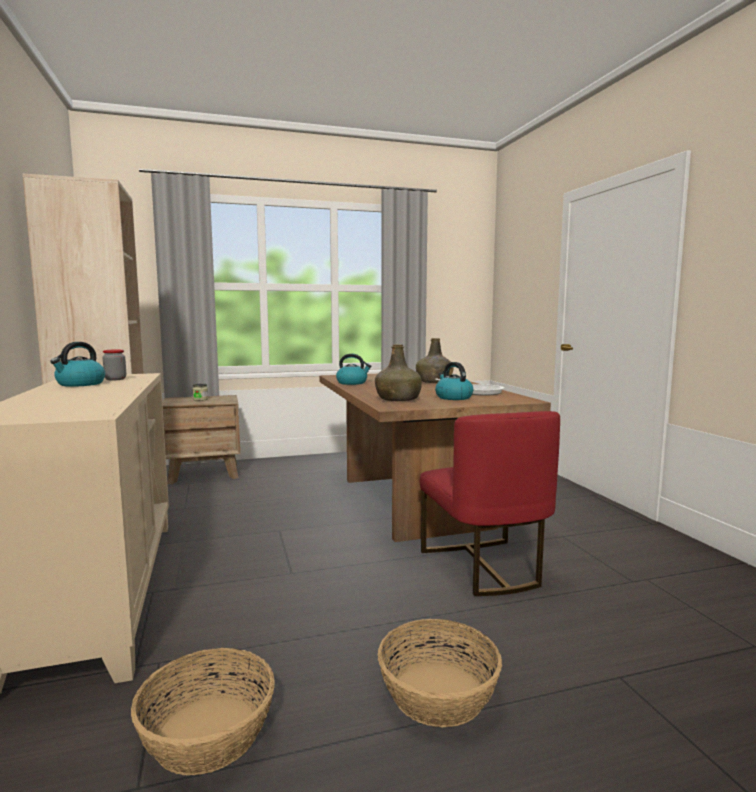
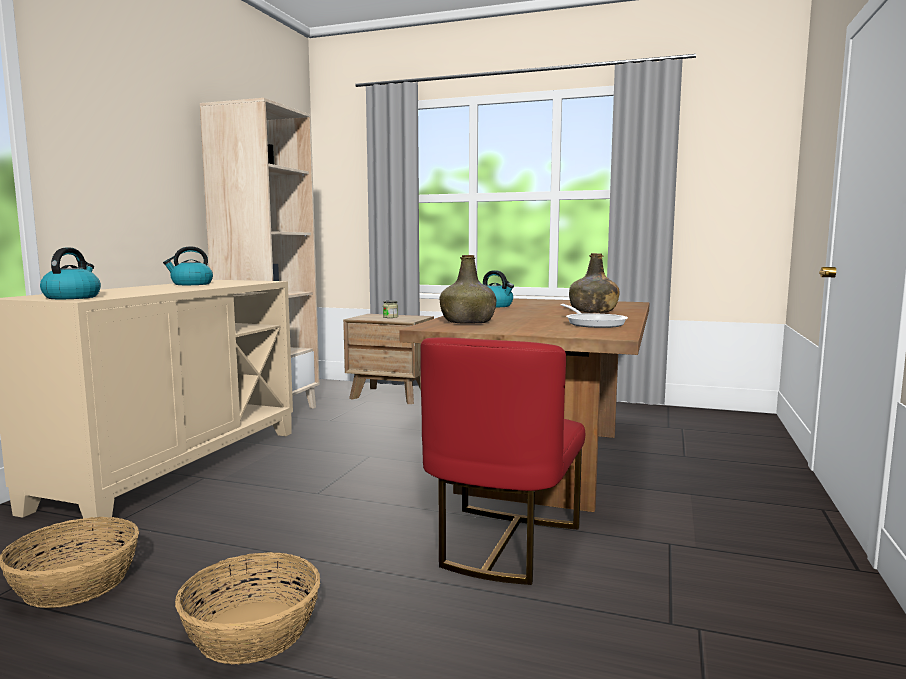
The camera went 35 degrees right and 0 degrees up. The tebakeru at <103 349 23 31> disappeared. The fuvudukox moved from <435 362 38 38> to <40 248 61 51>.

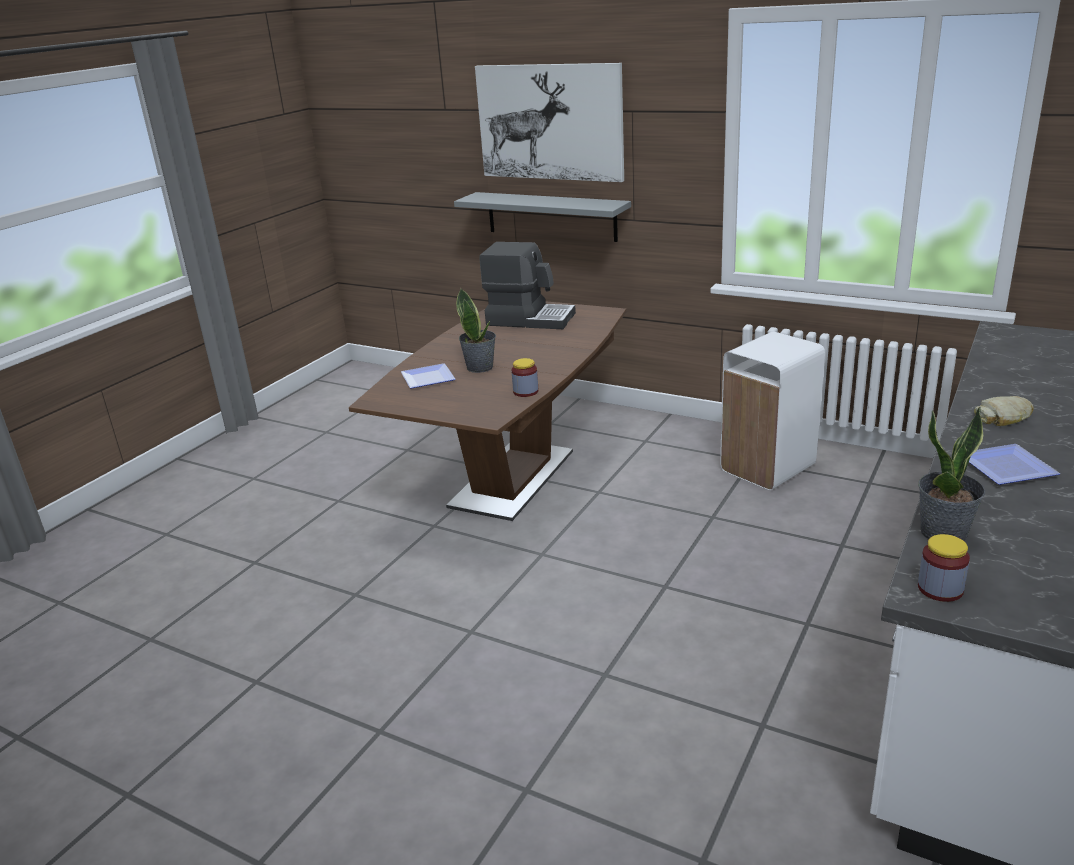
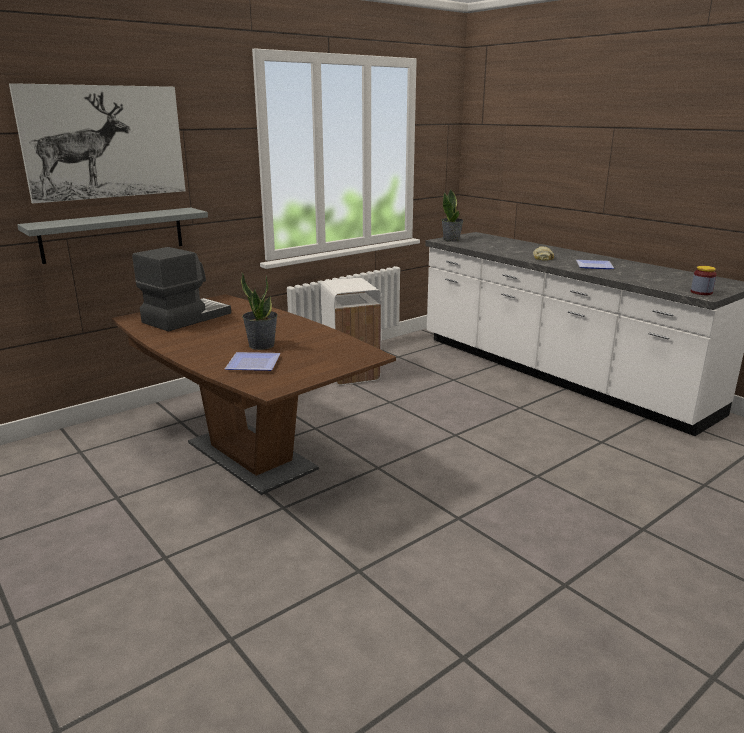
The camera went 70 degrees left and 5 degrees down. The tebakeru at <511 358 27 39> disappeared. The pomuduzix moved from <918 407 67 134> to <441 189 23 53>.

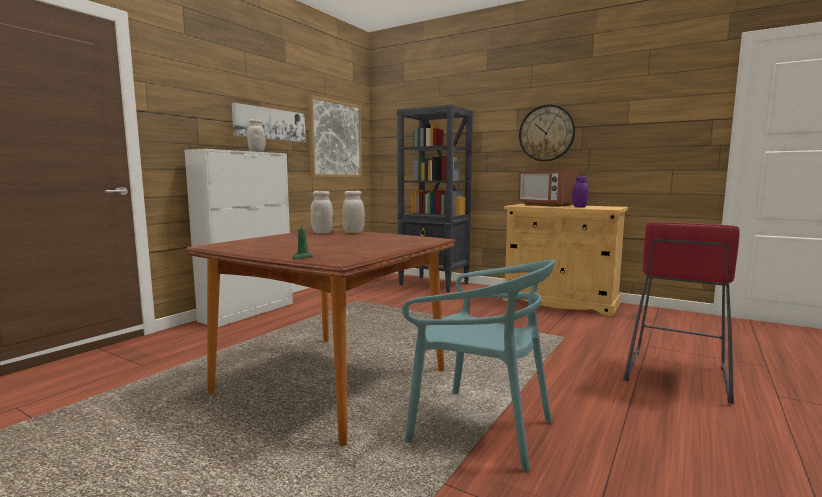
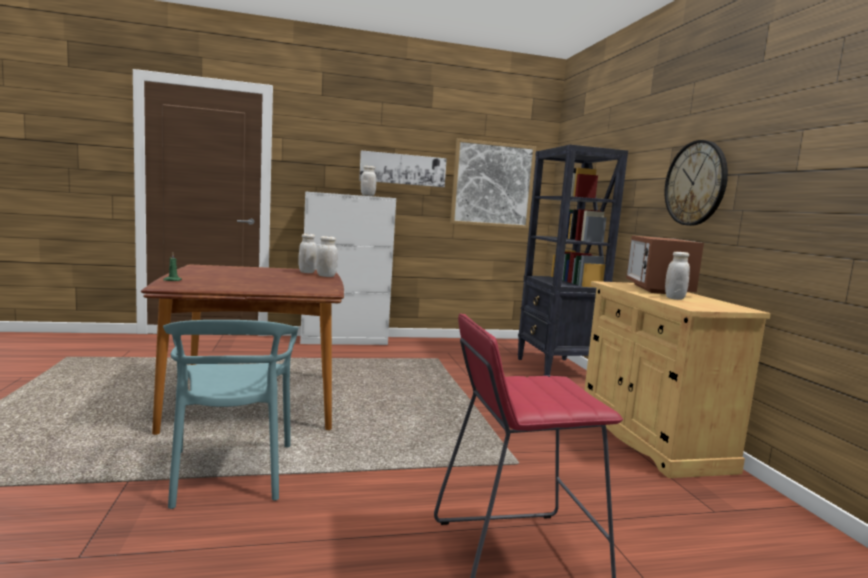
The camera went 45 degrees right and 0 degrees up. The purple_tebakeru at <572 177 17 30> became the white_tebakeru at <665 252 25 48>.

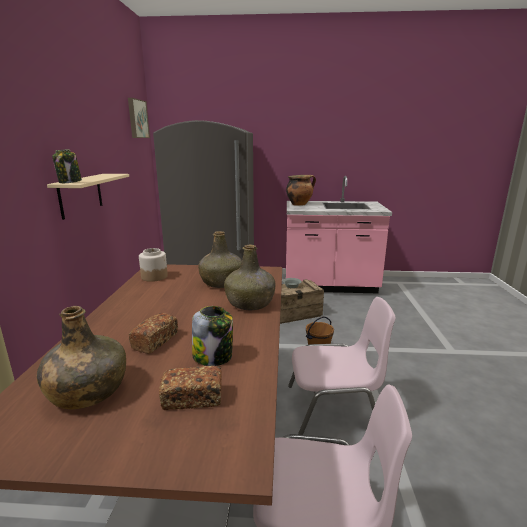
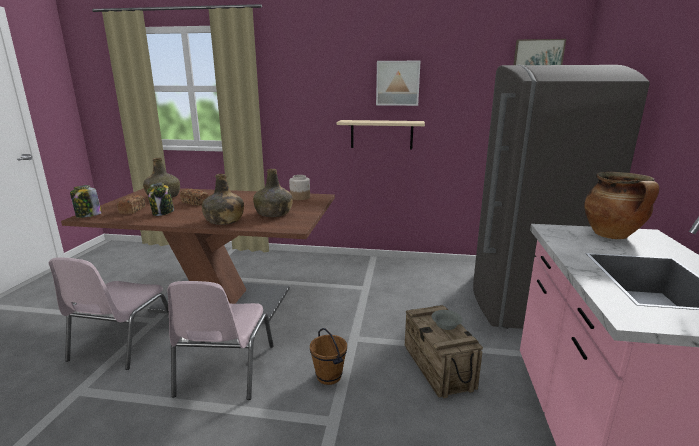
The camera went 95 degrees right and 0 degrees up. The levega at <376 61 45 45> appeared. The tebakeru moved from <52 149 30 34> to <70 185 32 33>.

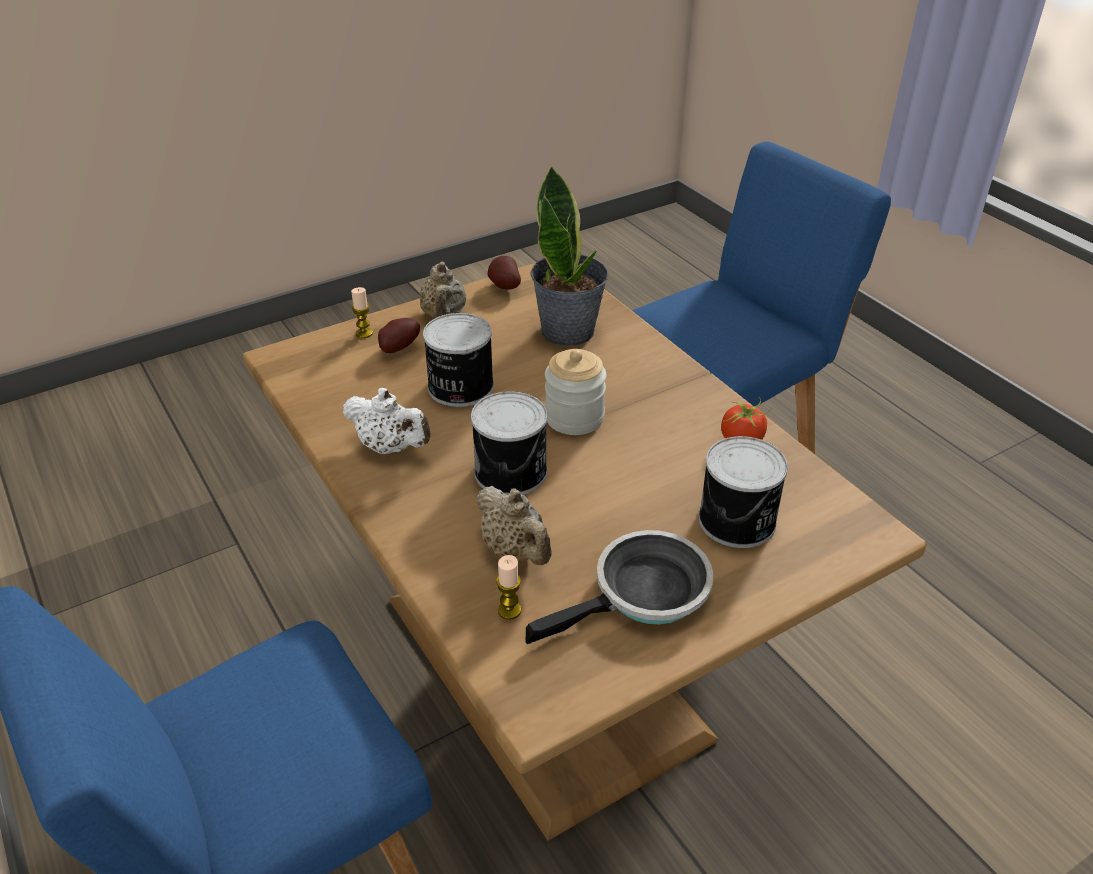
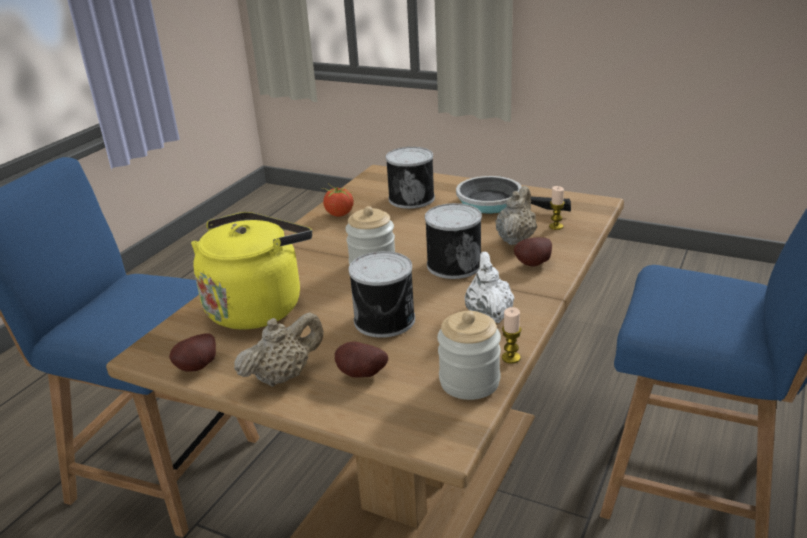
The camera went 120 degrees left and 10 degrees down. The tebakeru at <437 311 64 89> appeared. The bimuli at <514 237 38 30> appeared. The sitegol moved from <351 287 22 51> to <502 307 20 57>. The pomuduzix at <531 165 77 181> was replaced by the yellow_fuvudukox at <191 212 121 118>.

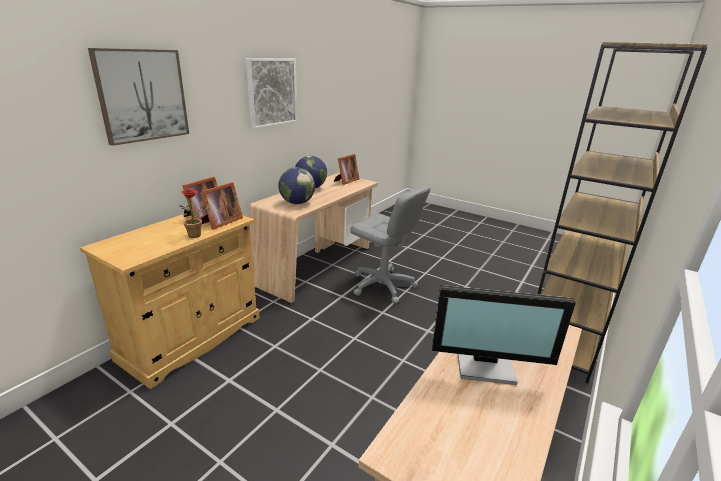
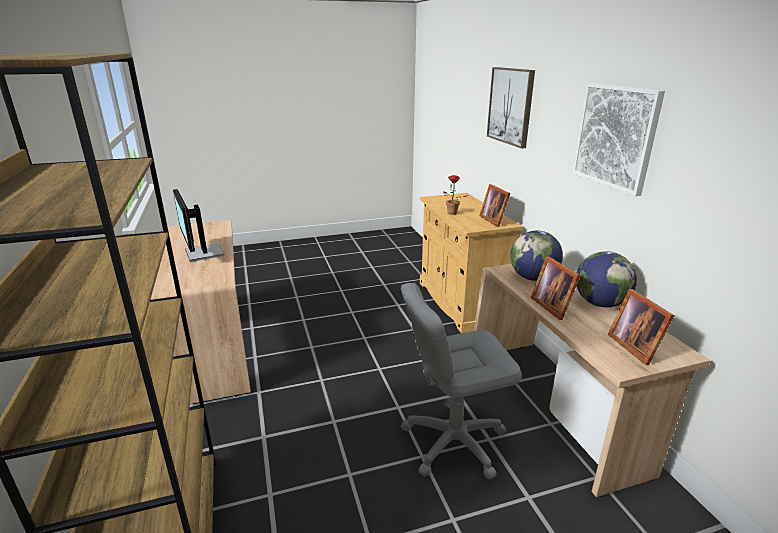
The camera went 130 degrees right and 0 degrees up. The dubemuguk moved from <201 182 42 48> to <531 256 49 64>. The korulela at <432 285 144 100> turned 75 degrees counterclockwise.

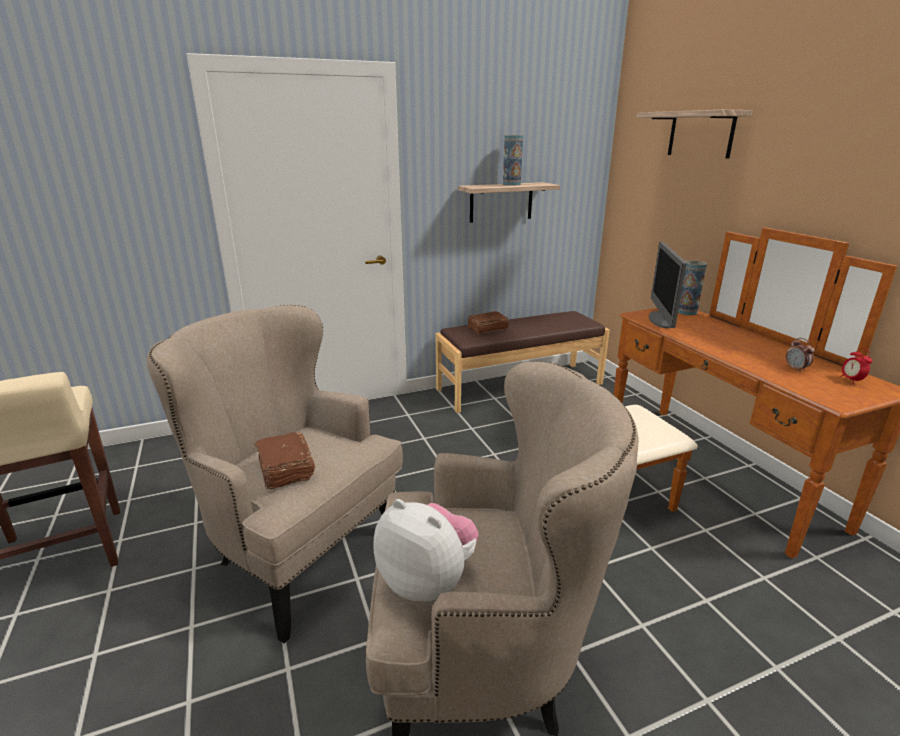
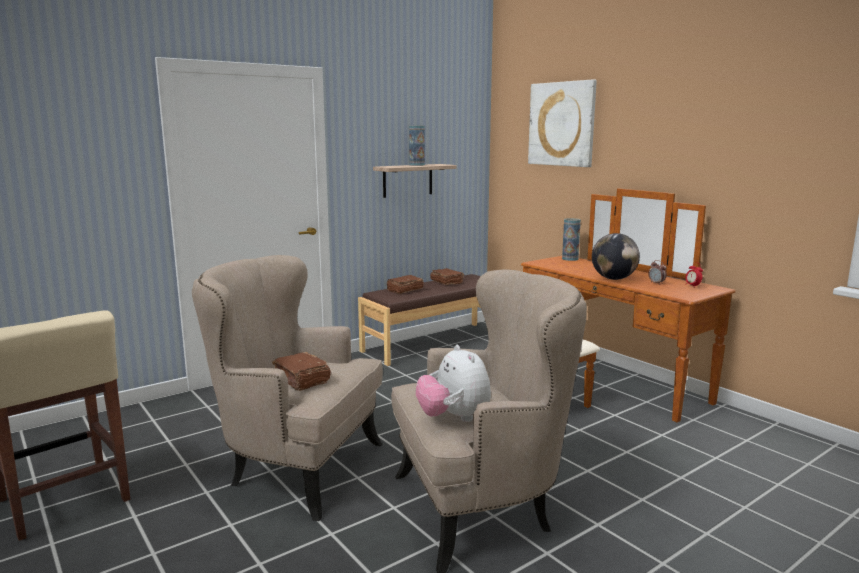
The camera went 15 degrees left and 10 degrees down. The korulela at <649 242 38 86> disappeared. The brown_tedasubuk at <430 268 34 17> appeared. The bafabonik at <592 233 48 47> appeared. The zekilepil at <636 110 117 49> was replaced by the levega at <528 79 69 88>. The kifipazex at <374 499 105 103> turned 135 degrees counterclockwise.

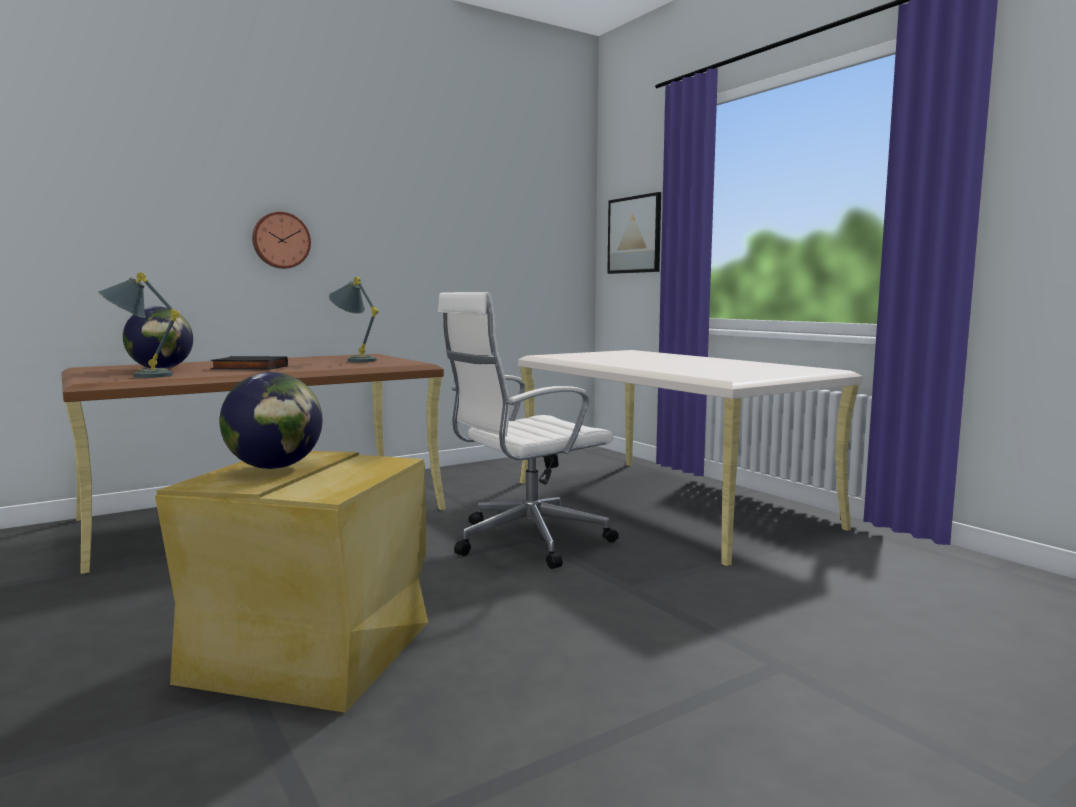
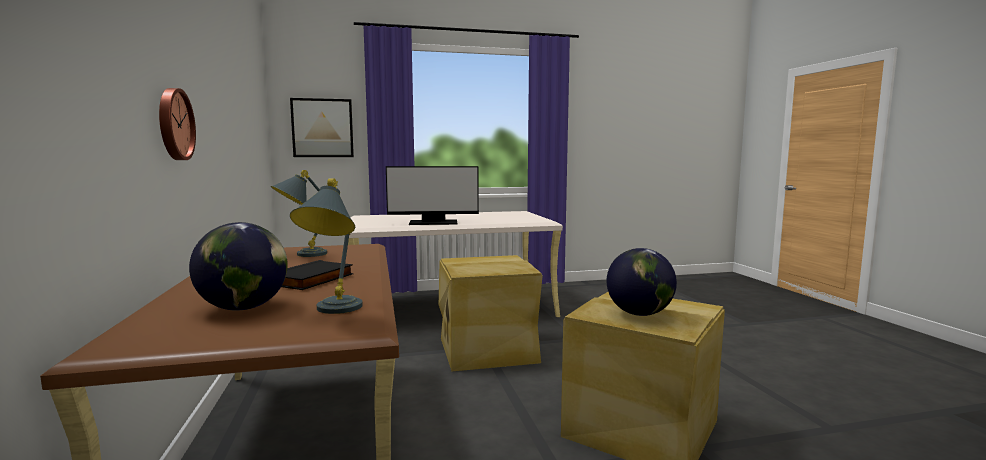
The camera went 70 degrees left and 0 degrees up. The korulela at <386 166 93 59> appeared. The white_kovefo at <438 292 181 277> was replaced by the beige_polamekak at <439 255 104 117>.

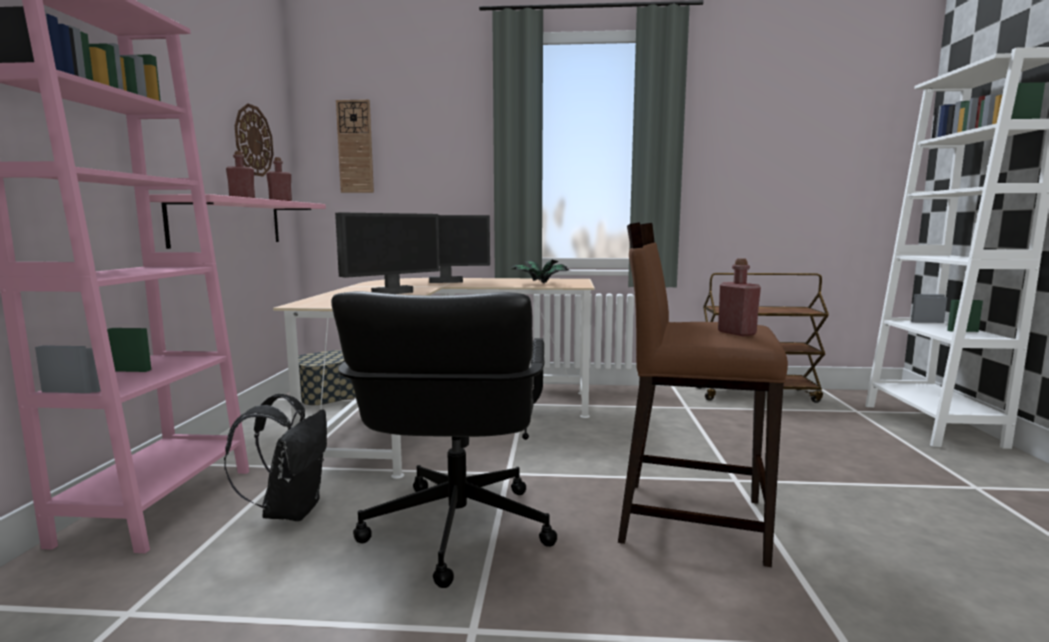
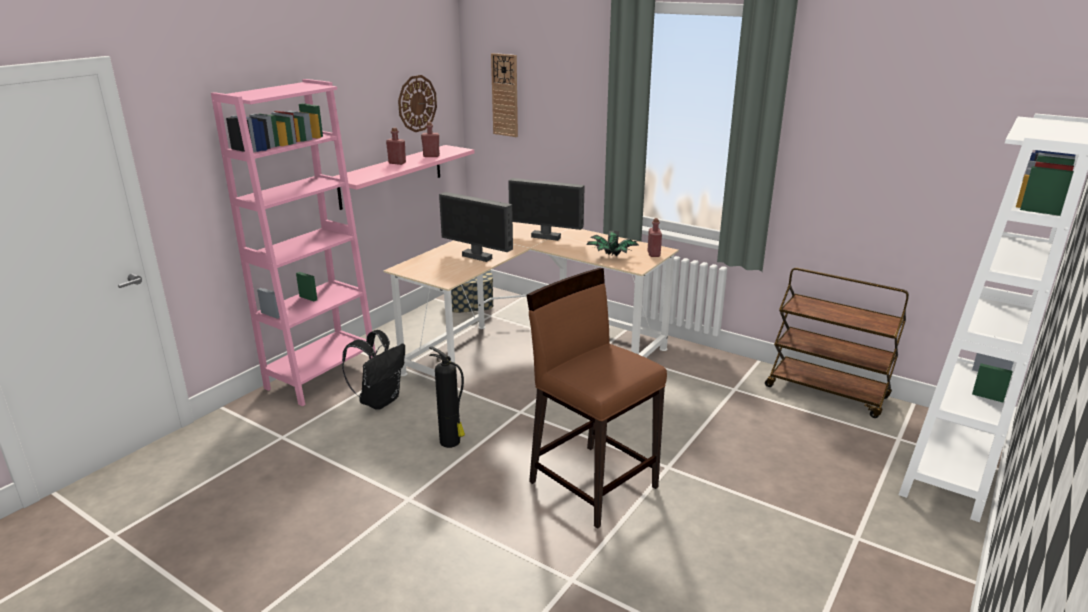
The camera went 30 degrees right and 15 degrees up. The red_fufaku moved from <718 258 43 78> to <647 218 15 39>. The black_kovefo at <331 291 226 297> was replaced by the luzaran at <429 346 36 102>. The korulela at <335 213 105 81> turned 45 degrees clockwise.

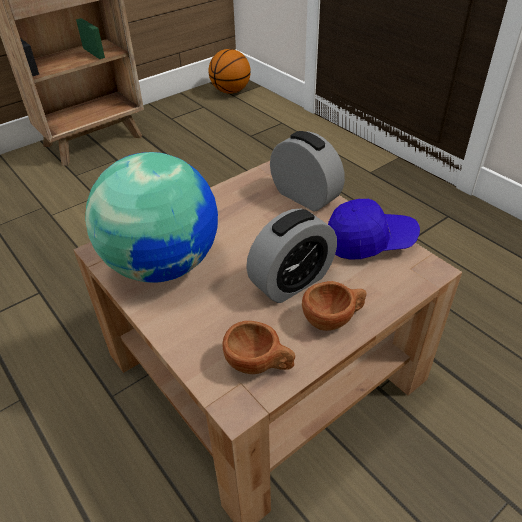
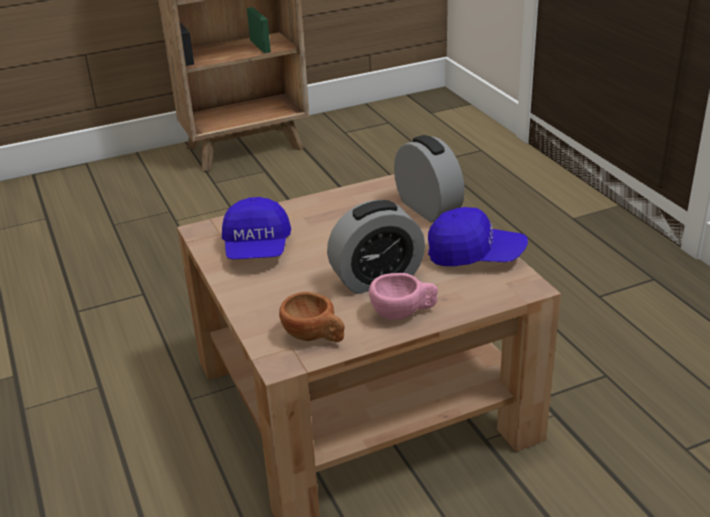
The camera went 15 degrees right and 10 degrees down. The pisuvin at <209 49 42 45> disappeared. The bafabonik at <85 152 133 131> was replaced by the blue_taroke at <222 197 69 62>. The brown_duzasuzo at <302 281 64 50> became the pink_duzasuzo at <369 273 69 47>.

